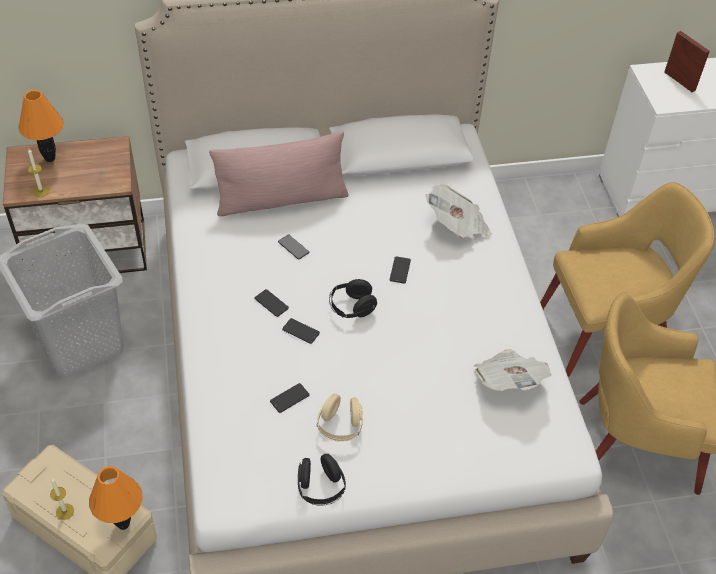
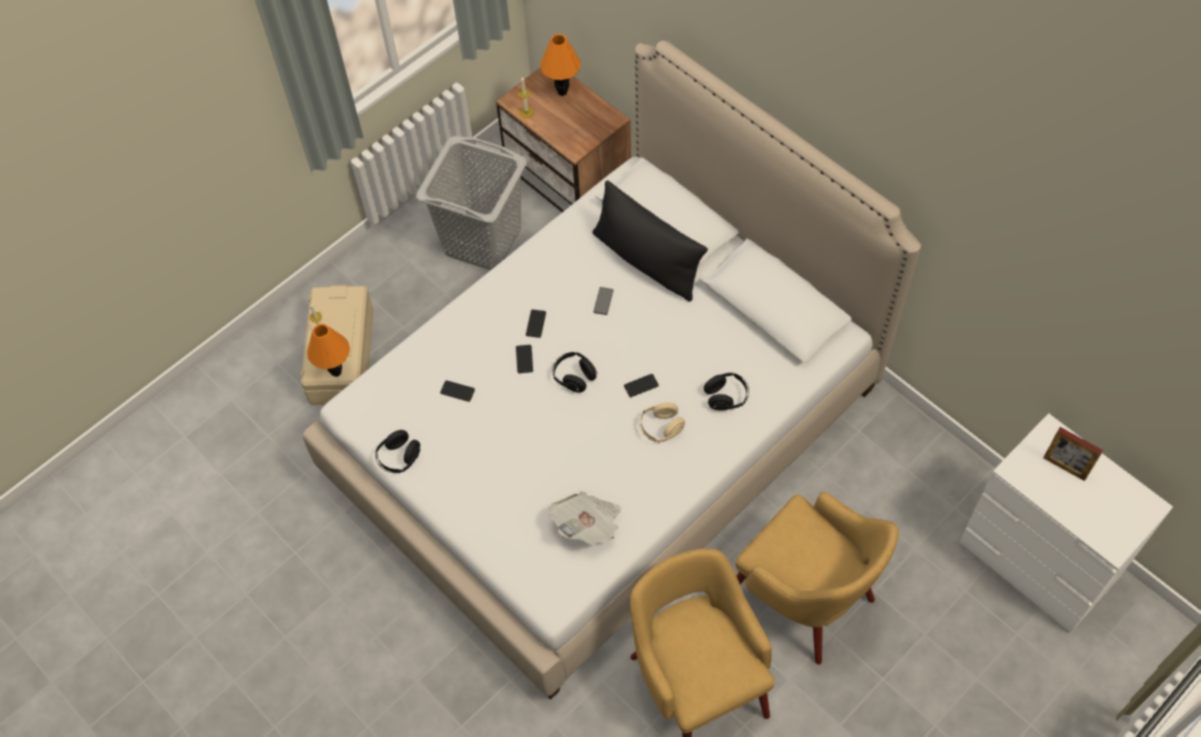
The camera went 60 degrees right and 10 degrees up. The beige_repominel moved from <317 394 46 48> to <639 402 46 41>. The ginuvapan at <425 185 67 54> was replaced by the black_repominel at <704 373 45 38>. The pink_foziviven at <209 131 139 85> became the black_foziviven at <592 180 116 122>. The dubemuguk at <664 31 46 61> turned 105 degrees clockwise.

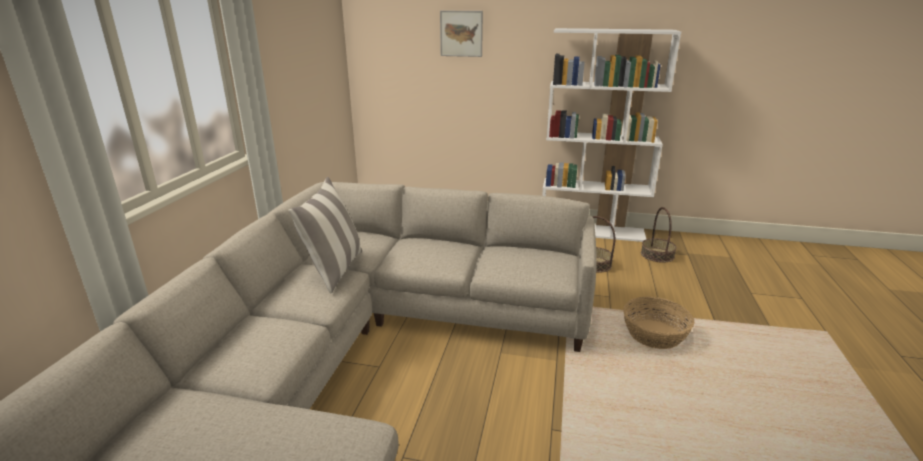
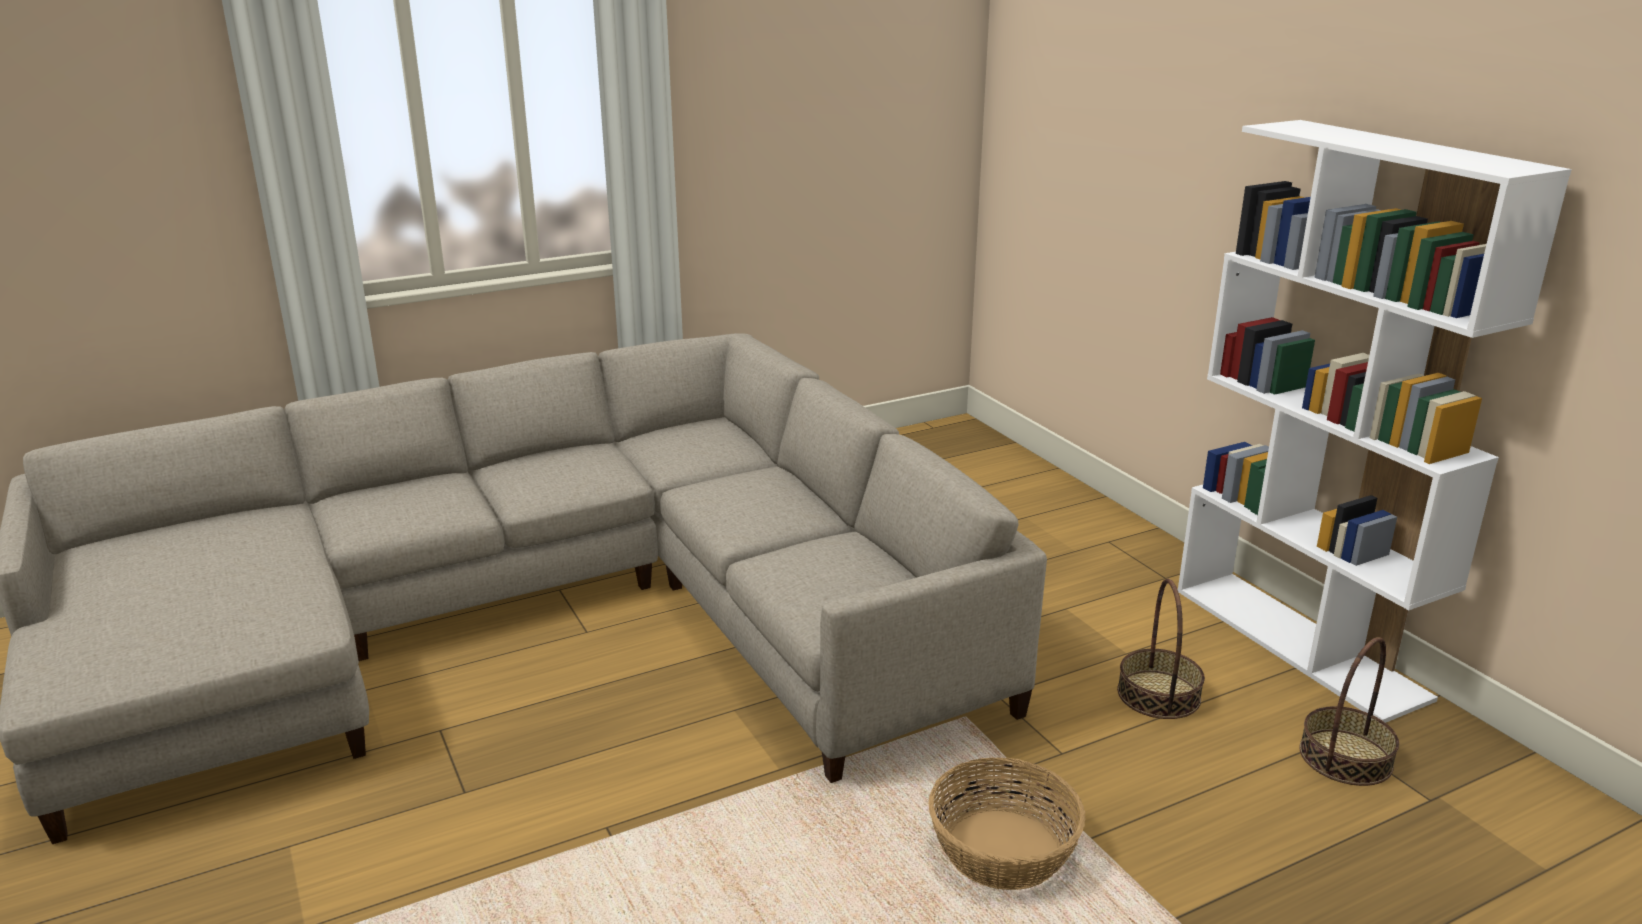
The camera went 50 degrees right and 0 degrees up. The foziviven at <288 177 74 117> disappeared. The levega at <440 11 43 46> disappeared.

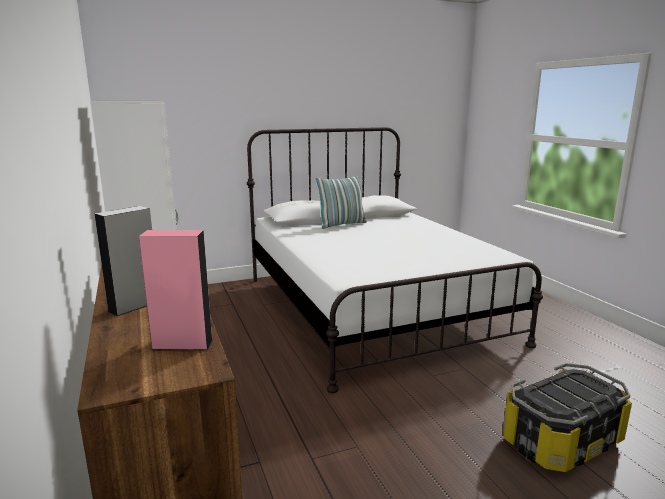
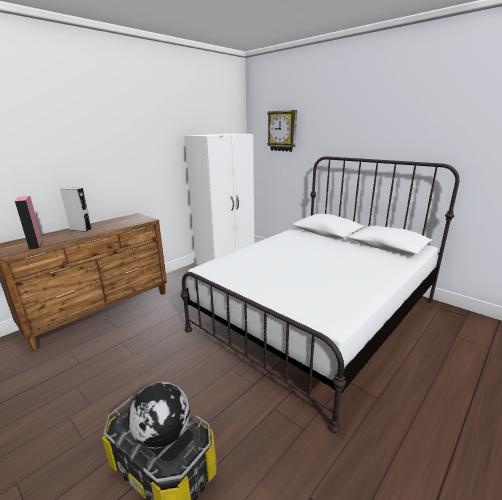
The camera went 65 degrees right and 5 degrees up. The foziviven at <316 175 51 54> disappeared. The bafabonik at <128 382 62 66> appeared. The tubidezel at <267 110 30 42> appeared.

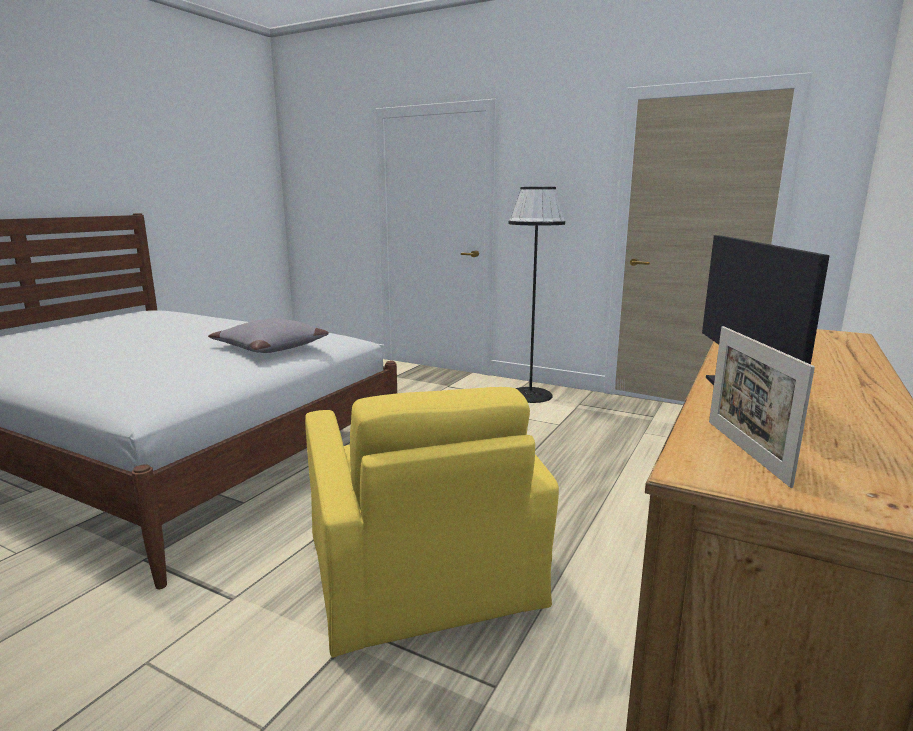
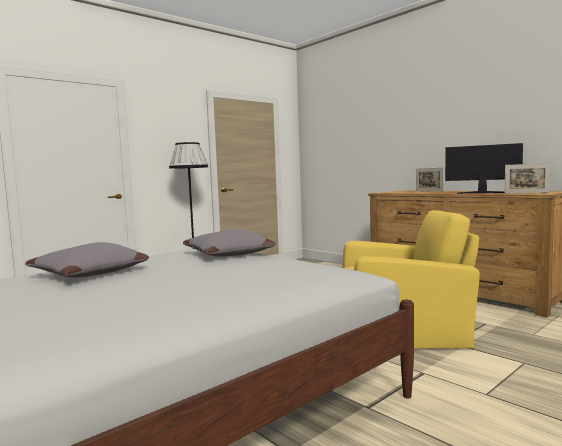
The camera went 70 degrees left and 10 degrees down. The grey_foziviven at <25 242 124 35> appeared. The dubemuguk at <416 167 27 25> appeared.

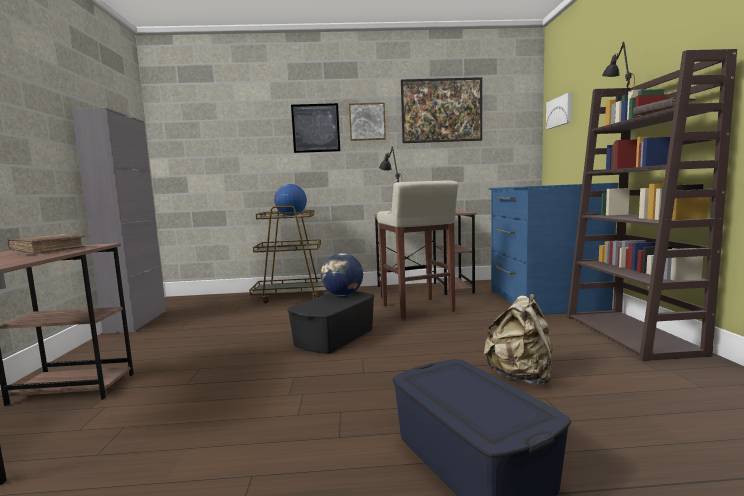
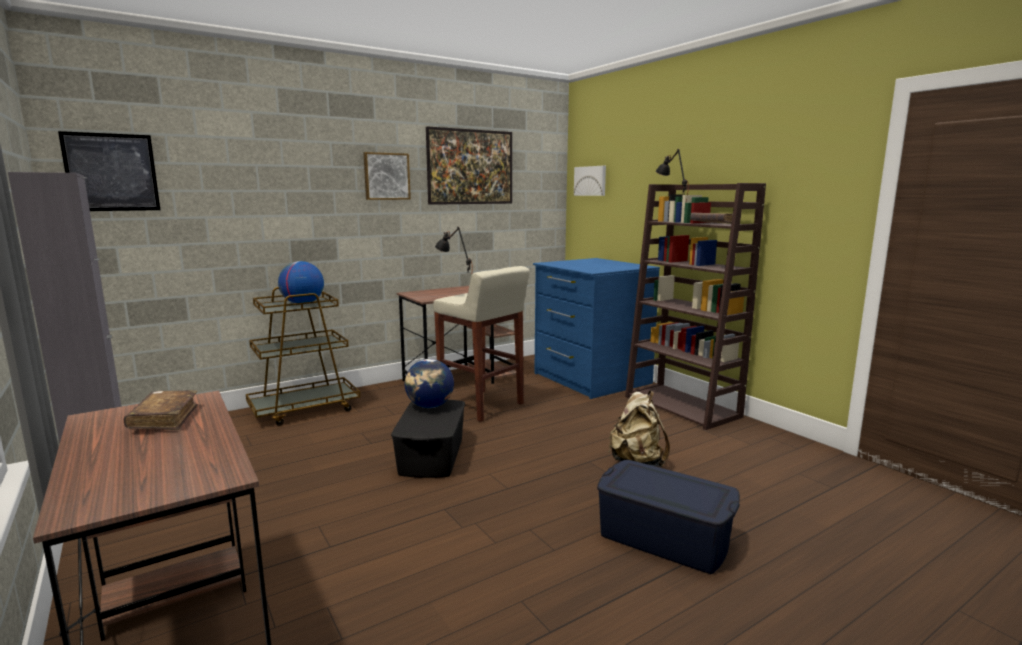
The camera went 30 degrees left and 5 degrees up. The levega moved from <291 103 49 50> to <58 131 102 80>.

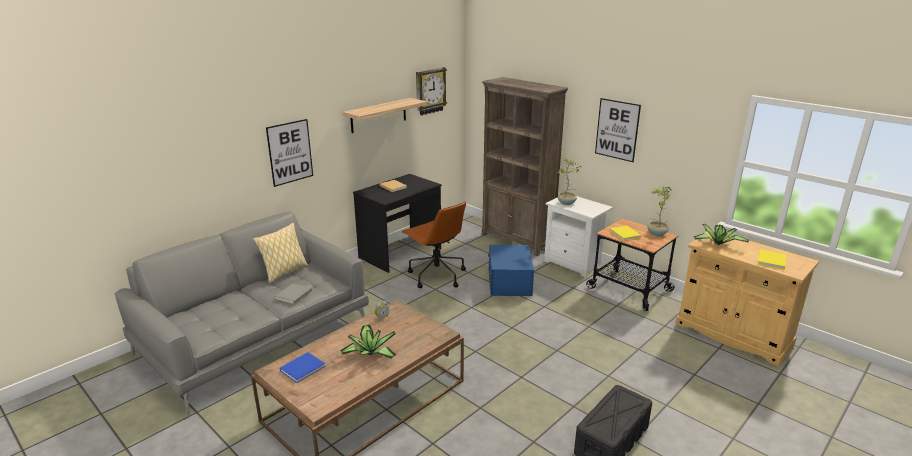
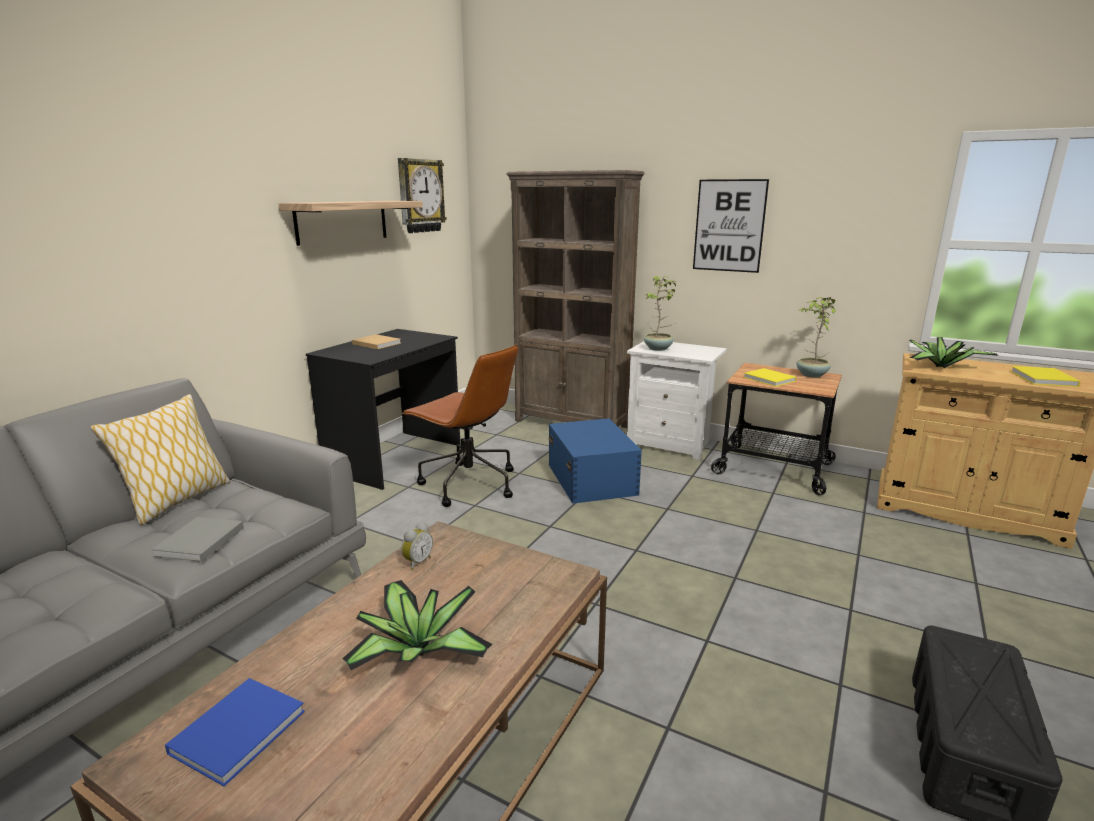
The camera went 15 degrees left and 5 degrees down. The levega at <266 119 47 68> disappeared.

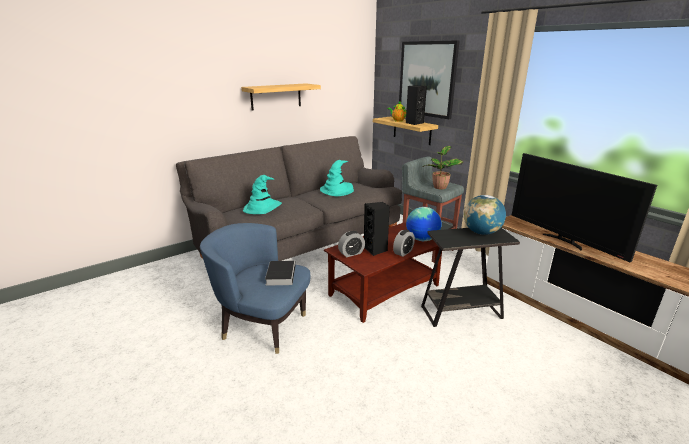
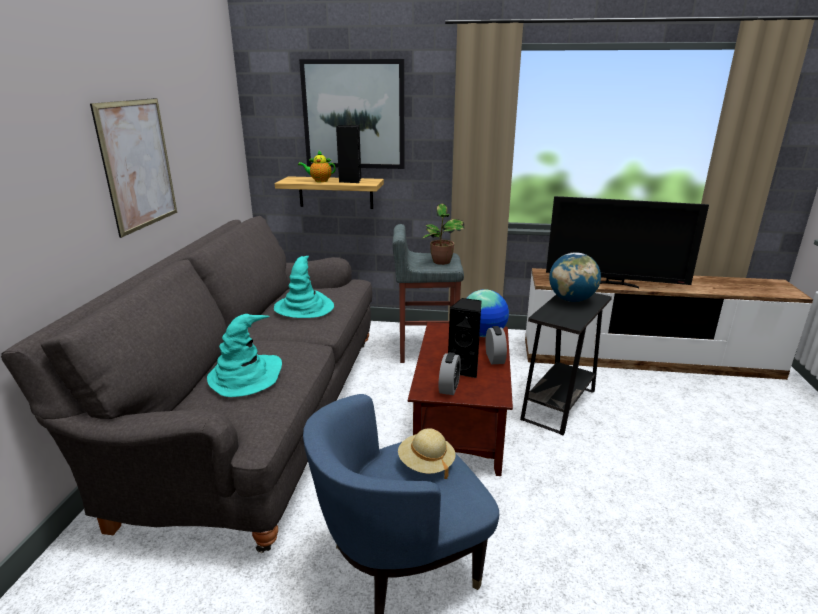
The camera went 45 degrees left and 0 degrees up. The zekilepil at <241 83 80 28> was replaced by the levega at <90 98 87 140>. The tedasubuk at <265 261 30 25> was replaced by the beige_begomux at <398 428 57 51>.

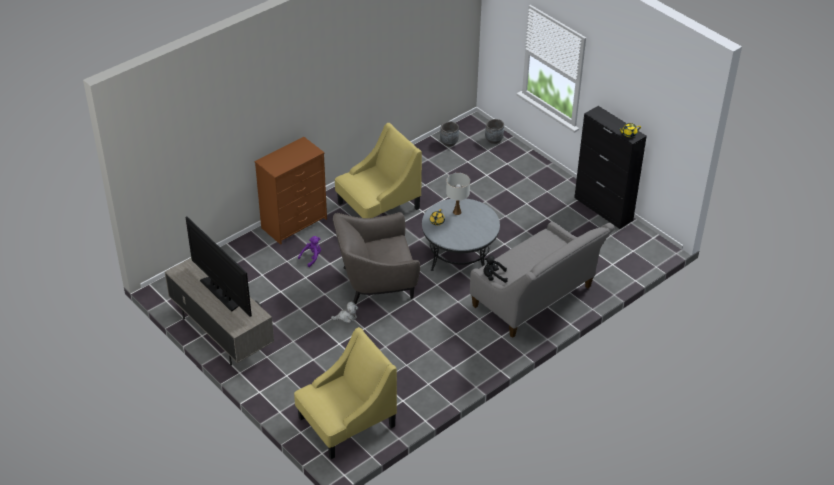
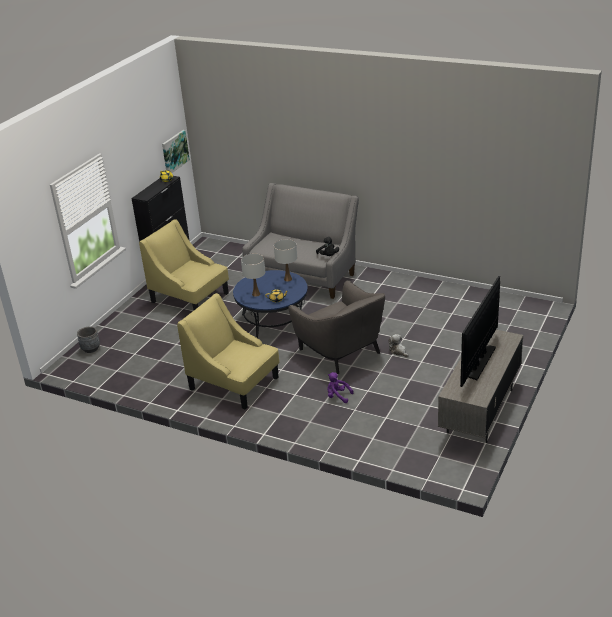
The camera went 110 degrees left and 10 degrees down. The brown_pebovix at <254 137 73 108> disappeared. The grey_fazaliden at <440 122 19 24> disappeared. The levega at <162 130 28 43> appeared. The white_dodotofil at <274 239 23 43> appeared. The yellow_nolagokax moved from <294 327 103 132> to <139 219 90 92>. The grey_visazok at <422 199 78 72> became the blue_visazok at <233 270 75 68>.

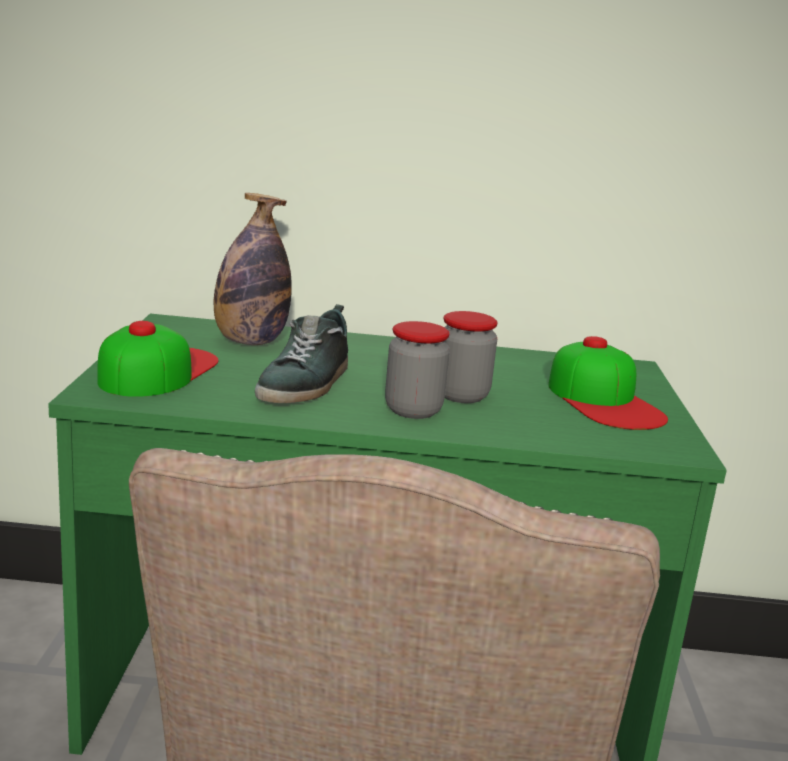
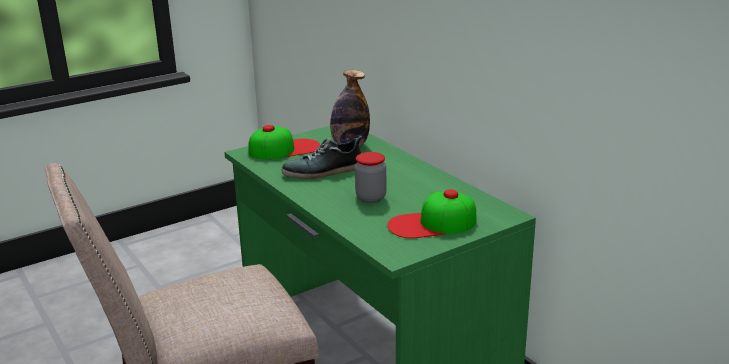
The camera went 55 degrees right and 5 degrees up. The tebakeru at <385 321 65 98> disappeared. The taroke at <548 336 120 94> turned 45 degrees clockwise.

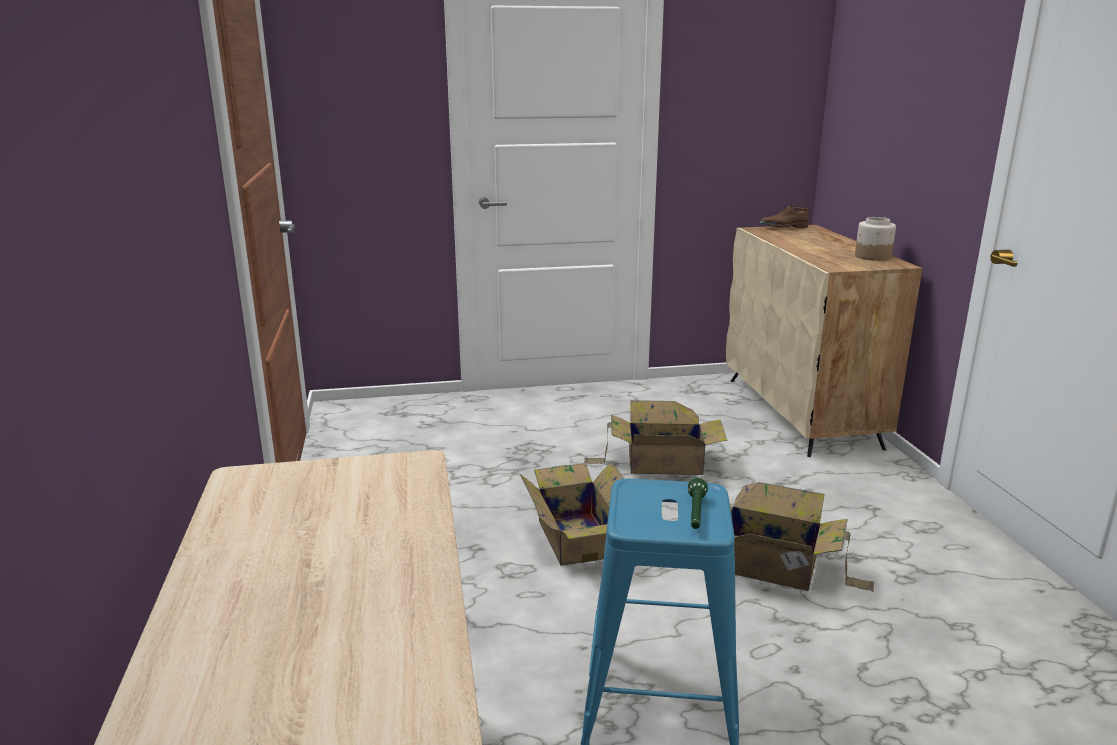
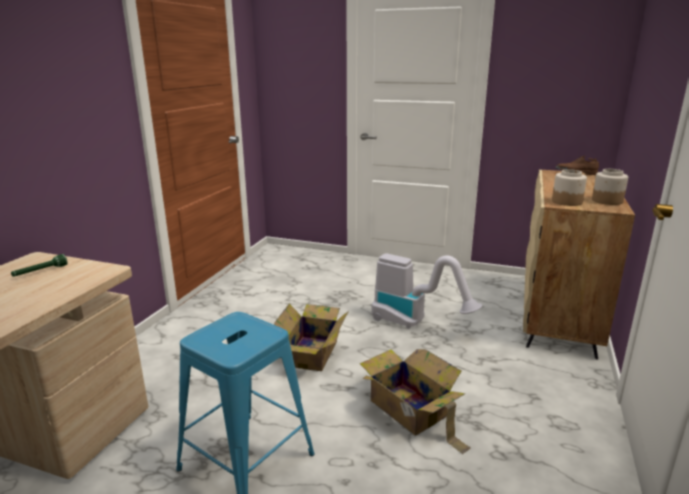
The camera went 30 degrees right and 0 degrees up. The tebakeru at <552 169 35 37> appeared. The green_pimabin moved from <688 477 20 52> to <11 254 56 23>. The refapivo at <584 400 143 75> was replaced by the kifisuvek at <371 253 111 76>.

